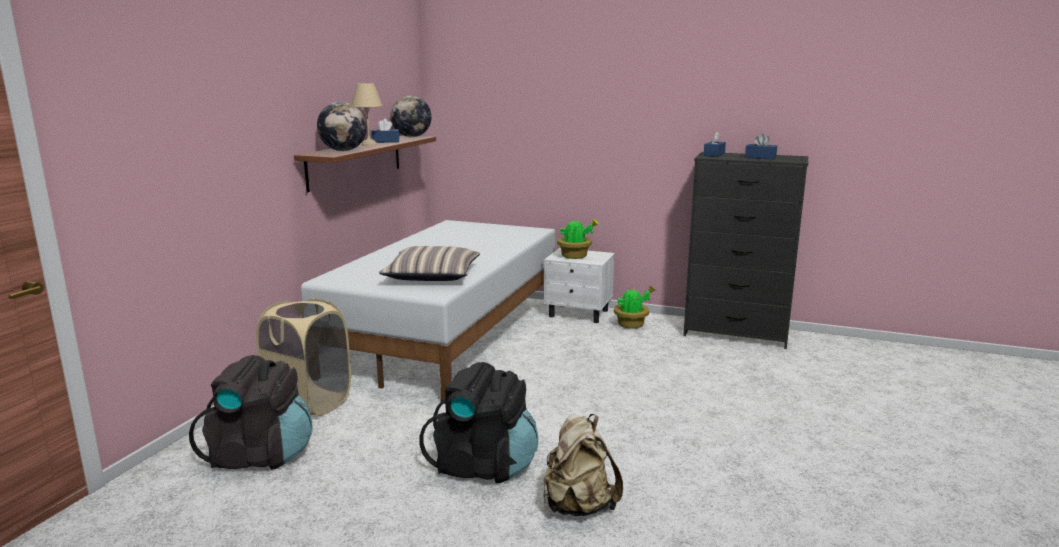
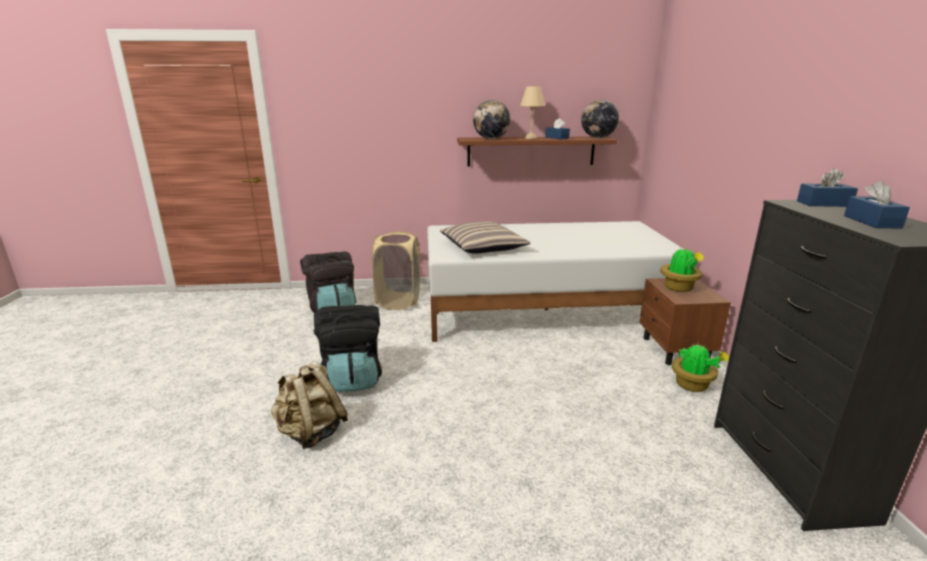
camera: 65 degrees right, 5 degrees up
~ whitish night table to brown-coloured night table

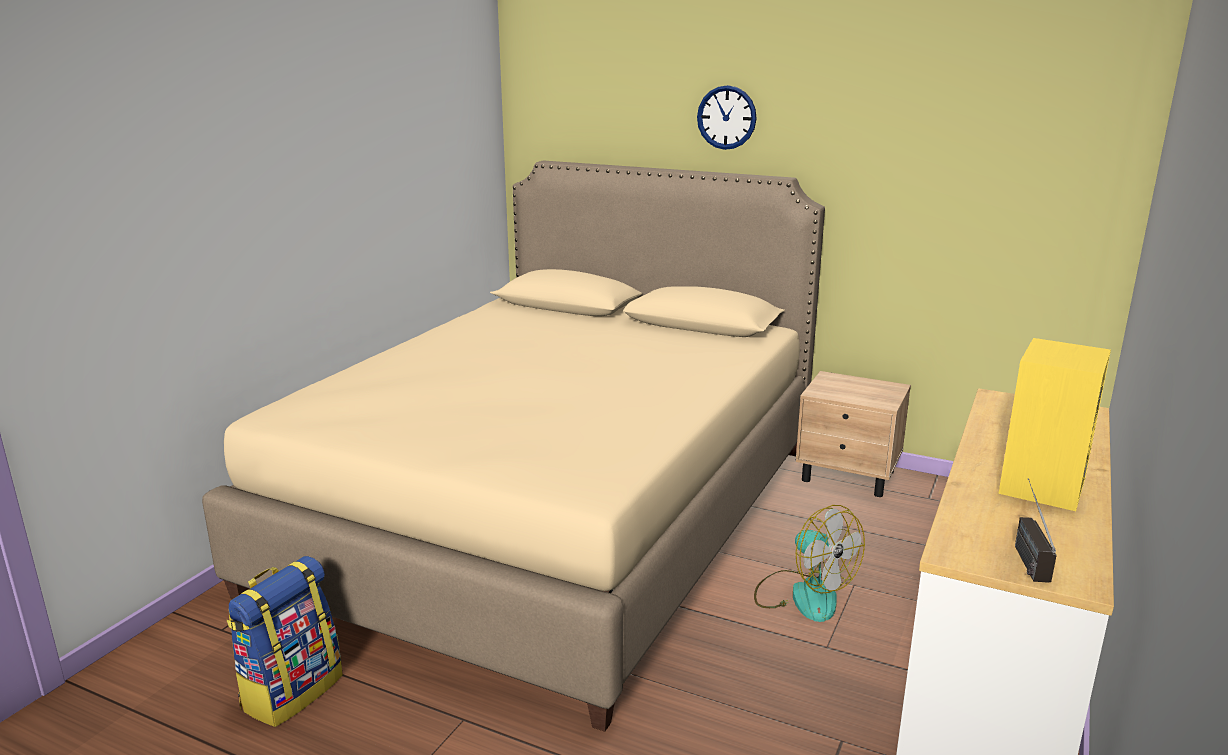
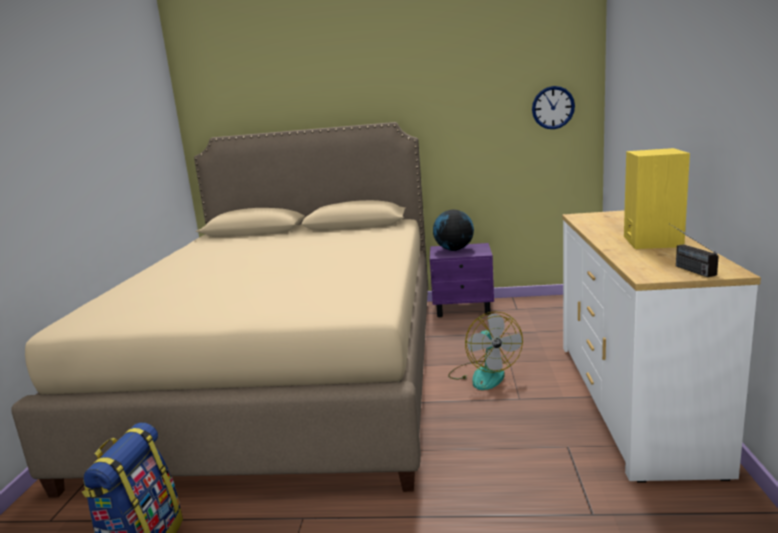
camera: 20 degrees left, 5 degrees down
~ beige night table to purple night table
+ desk globe
~ fan 45 degrees clockwise
~ hanging clock

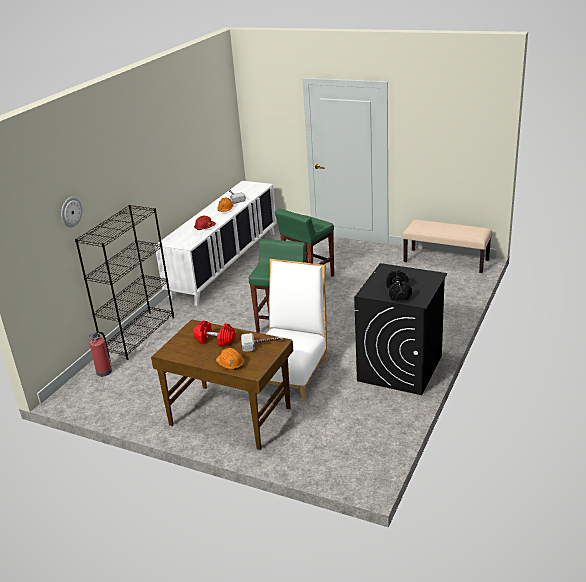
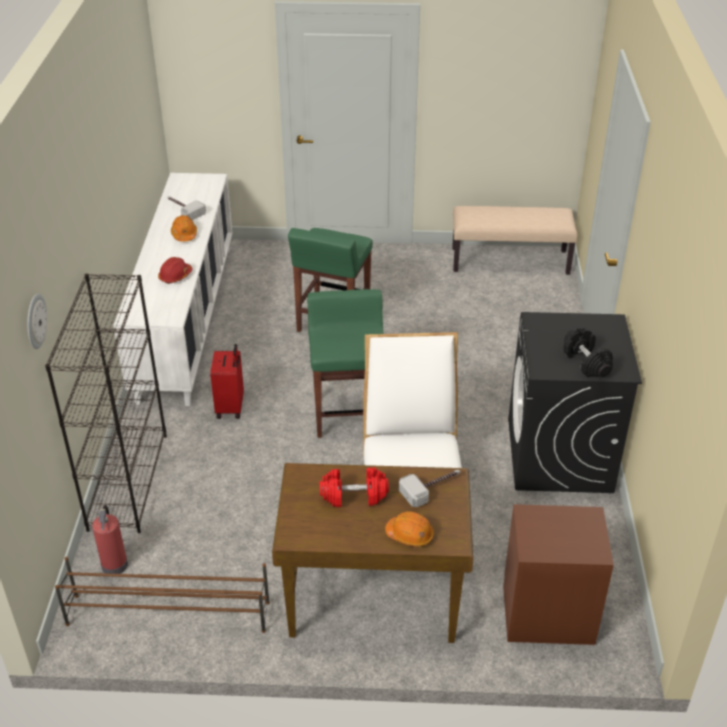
camera: 25 degrees left, 10 degrees up
+ brown-coloured shoe shelf
+ red-coloured piece of luggage
+ brown-coloured night table

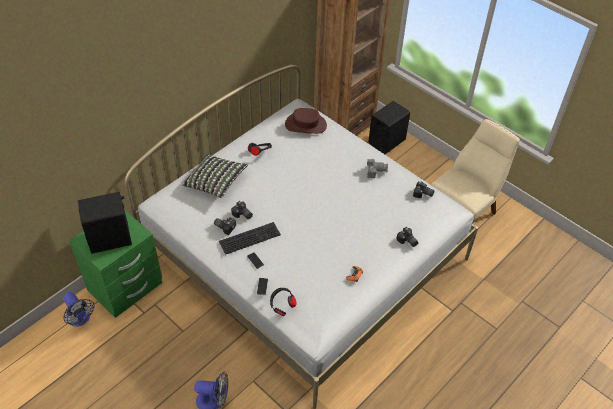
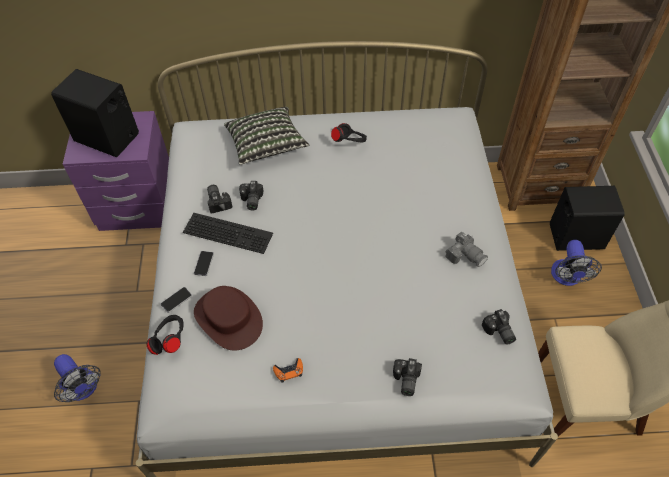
camera: 45 degrees right, 5 degrees up
~ greenish night table to purple night table
~ brown-coloured hat
~ fan (no. 1 from left in the first image) to fan (no. 2 from left)

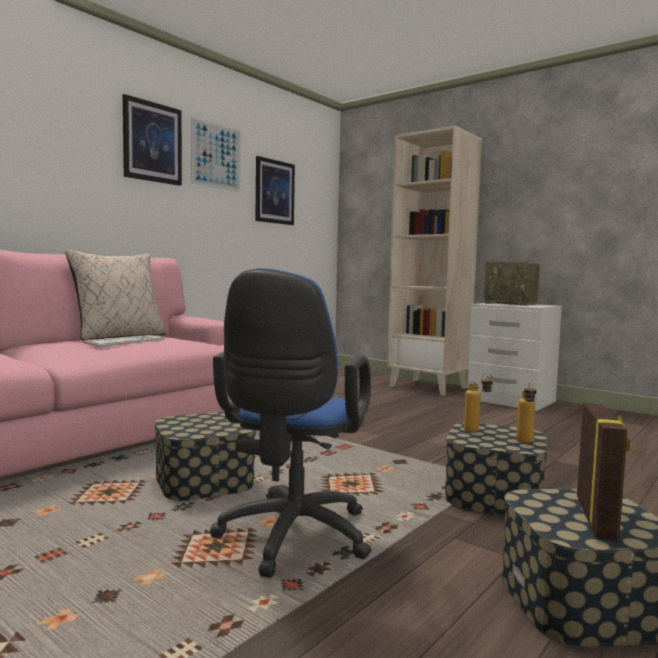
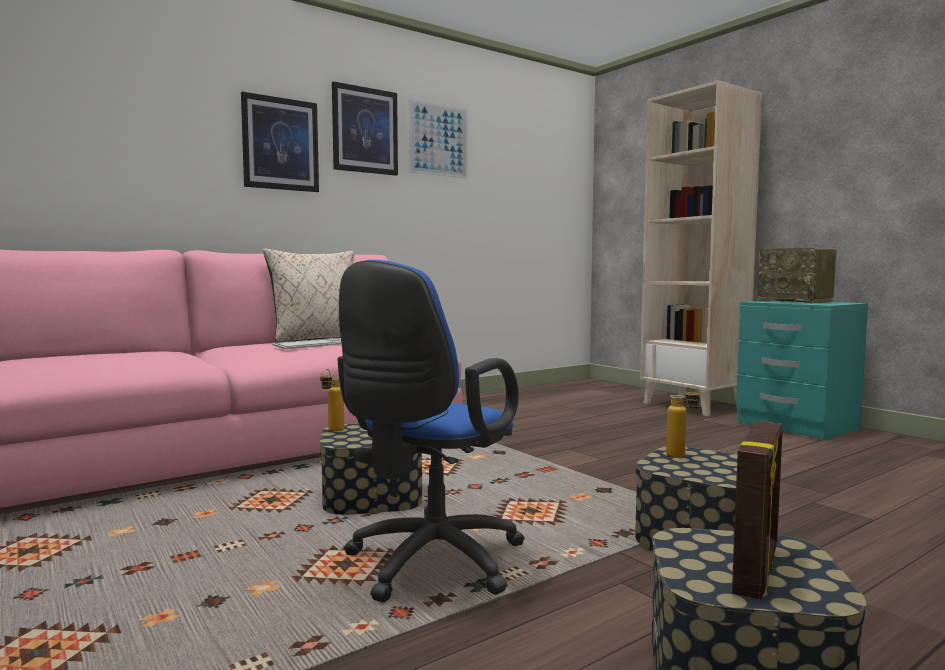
camera: 15 degrees right, 0 degrees up
~ wall art (no. 3 from left in the first image) to wall art (no. 1 from left)
~ drink bottle (no. 2 from left in the first image) to drink bottle (no. 1 from left)
~ whitish night table to blue-green night table

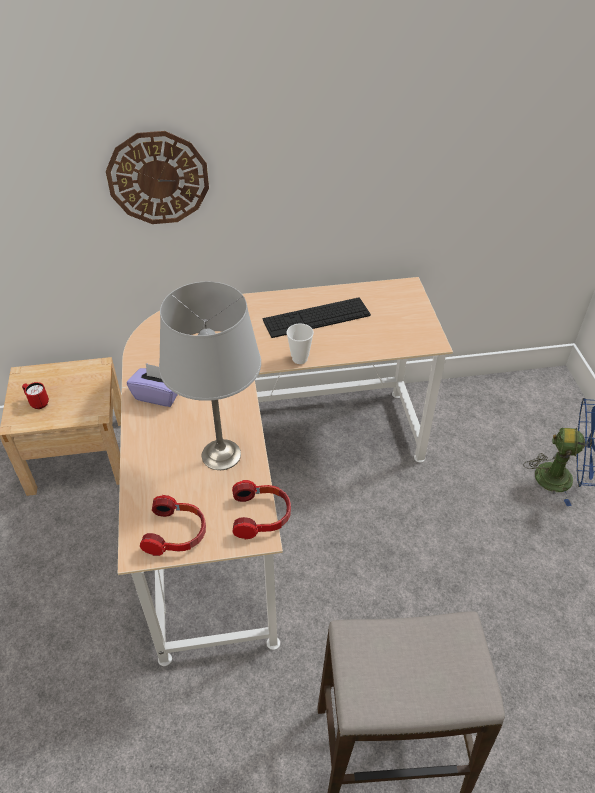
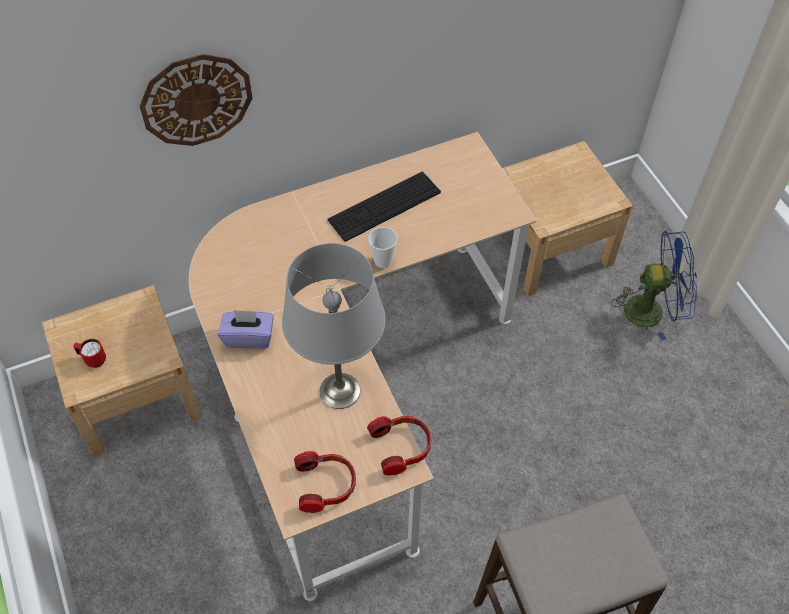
camera: 15 degrees left, 10 degrees up
+ beige night table (no. 2 from left)

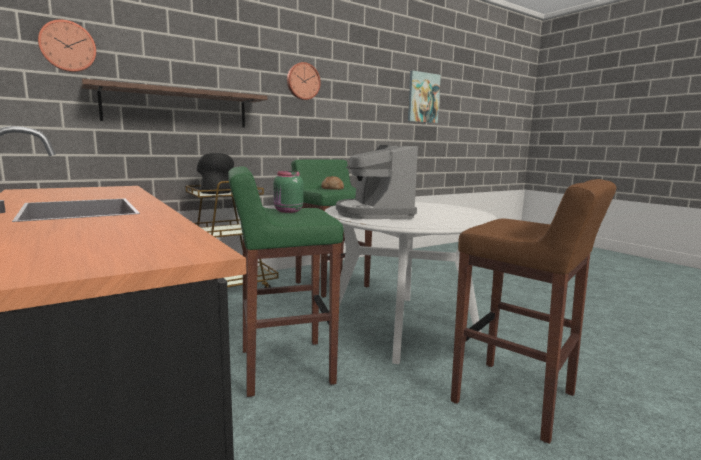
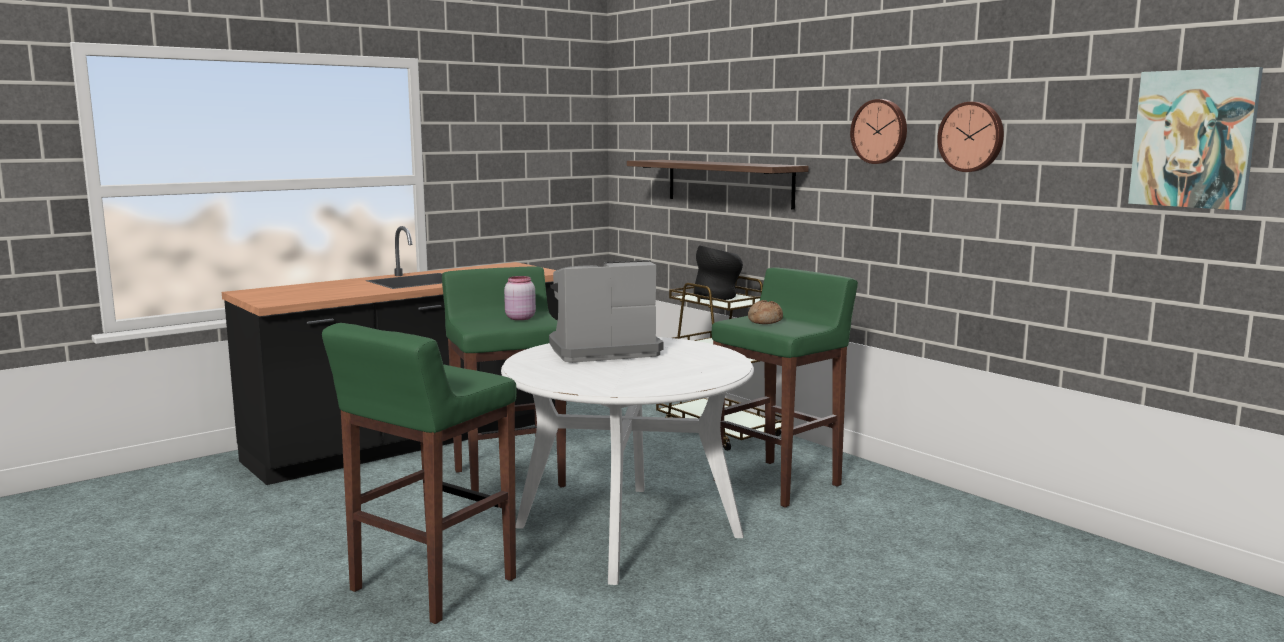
camera: 85 degrees right, 0 degrees up
~ brown-coloured stool seat to greenish stool seat (no. 1 from left)
~ greenish jar to pink-coloured jar
~ hanging clock (no. 1 from left in the first image) to hanging clock (no. 2 from left)

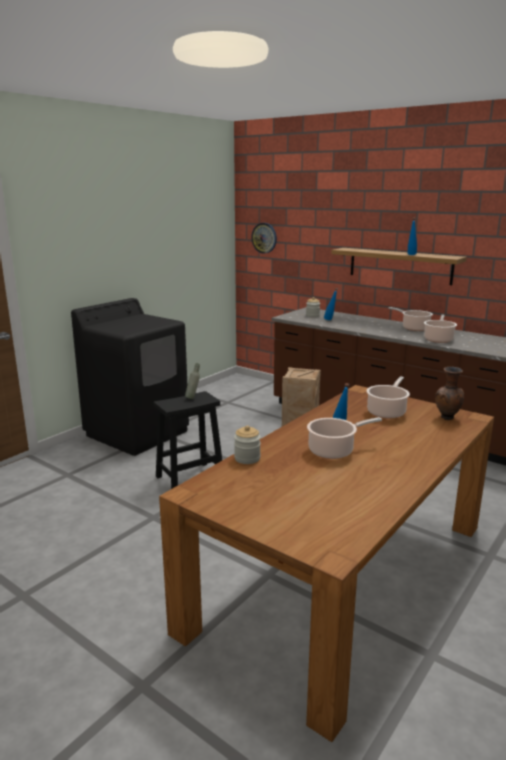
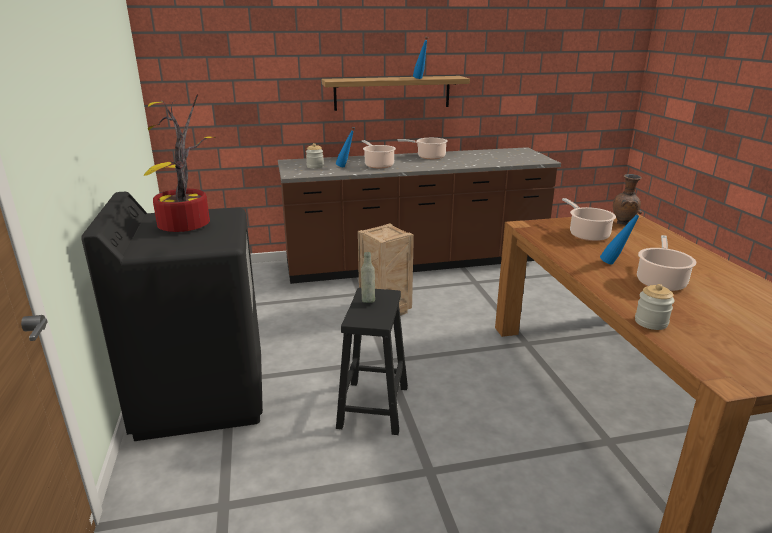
camera: 50 degrees left, 5 degrees up
+ plant in a pot
~ saucepot (no. 4 from left in the first image) to saucepot (no. 1 from left)
- hanging clock

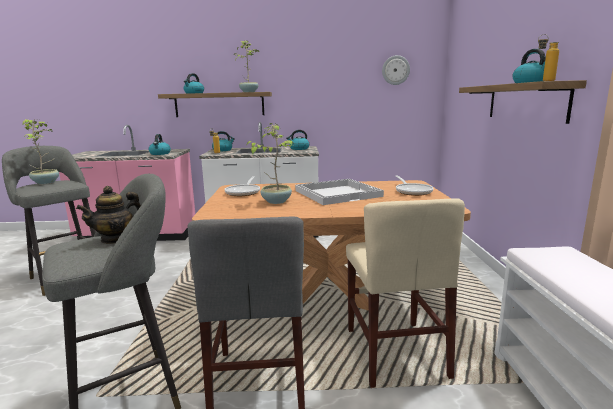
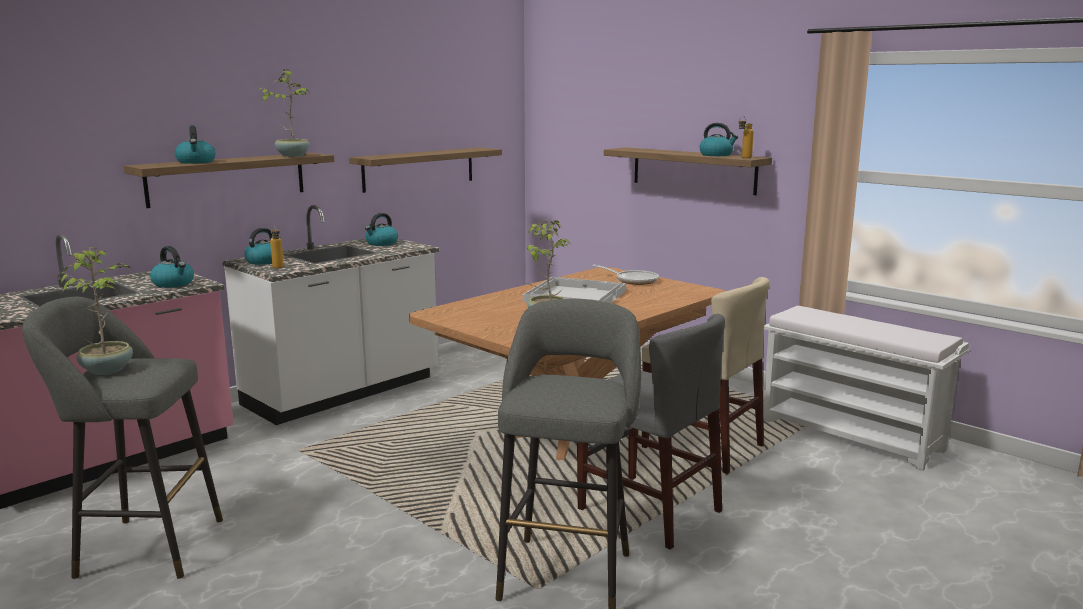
camera: 45 degrees left, 0 degrees up
+ bracket shelf (no. 2 from left)
- teapot
- pan (no. 1 from left)
- hanging clock

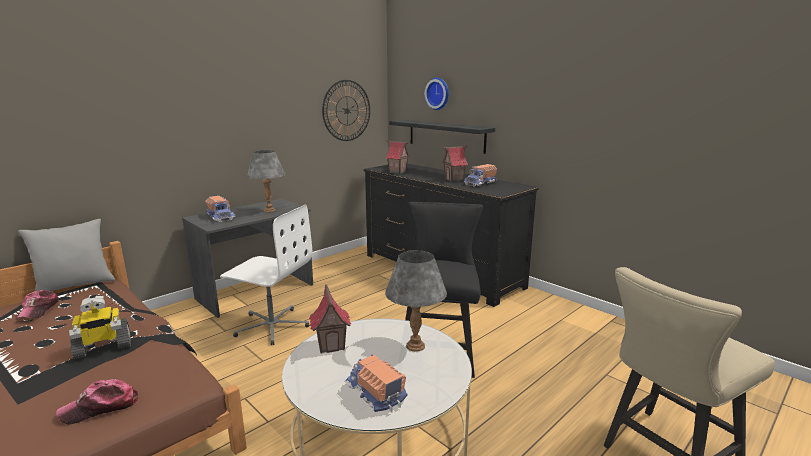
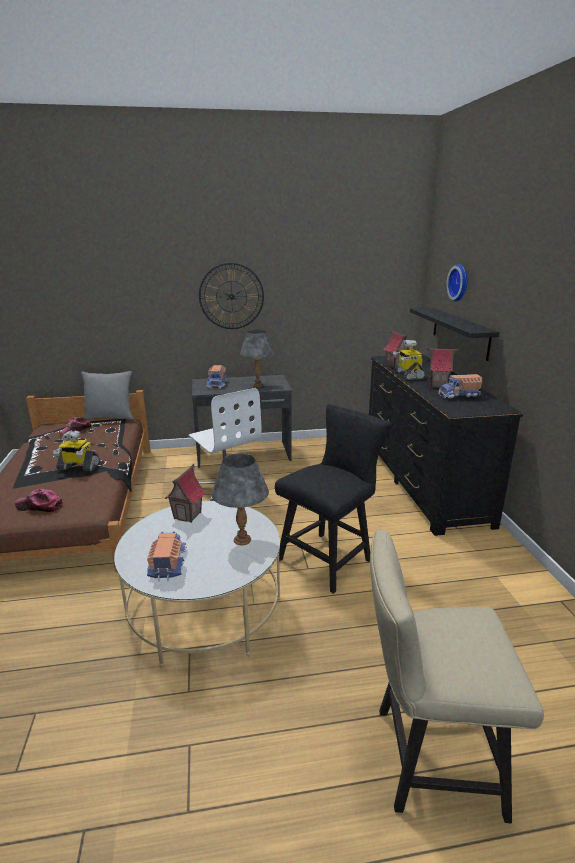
camera: 35 degrees right, 5 degrees up
~ hanging clock (no. 1 from left)
+ model robot (no. 2 from left)

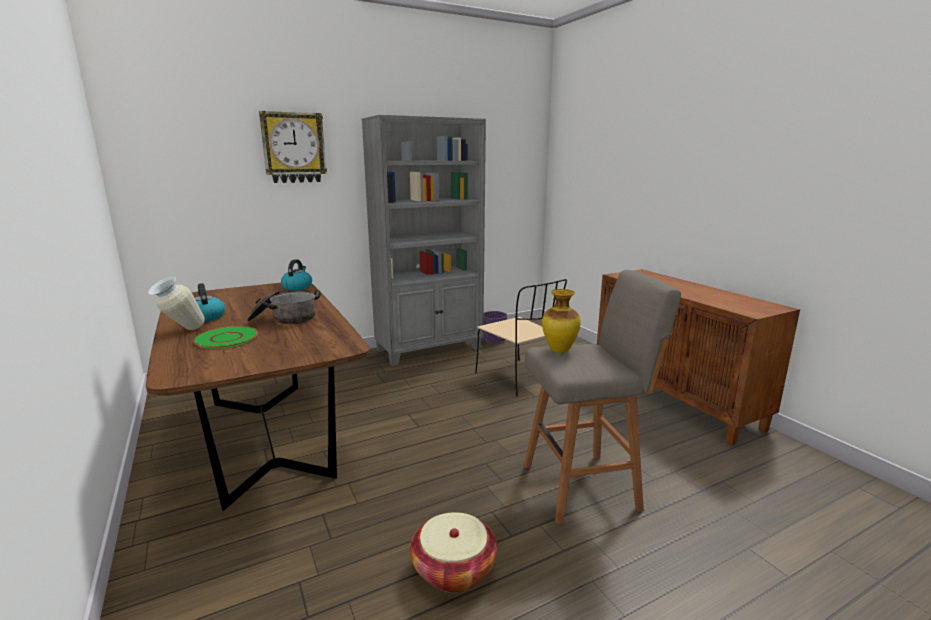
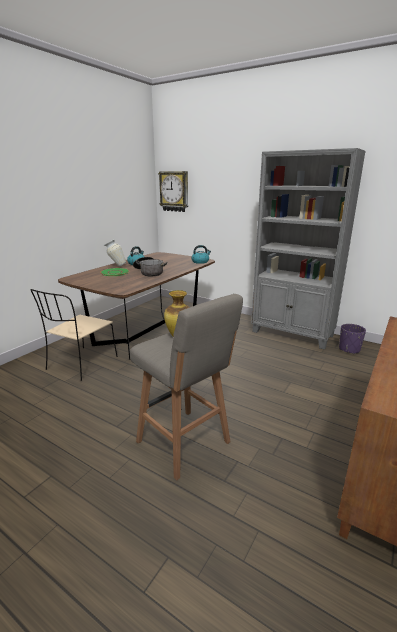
camera: 60 degrees right, 5 degrees up
~ beige plain chair
~ hanging clock
- storage basket

